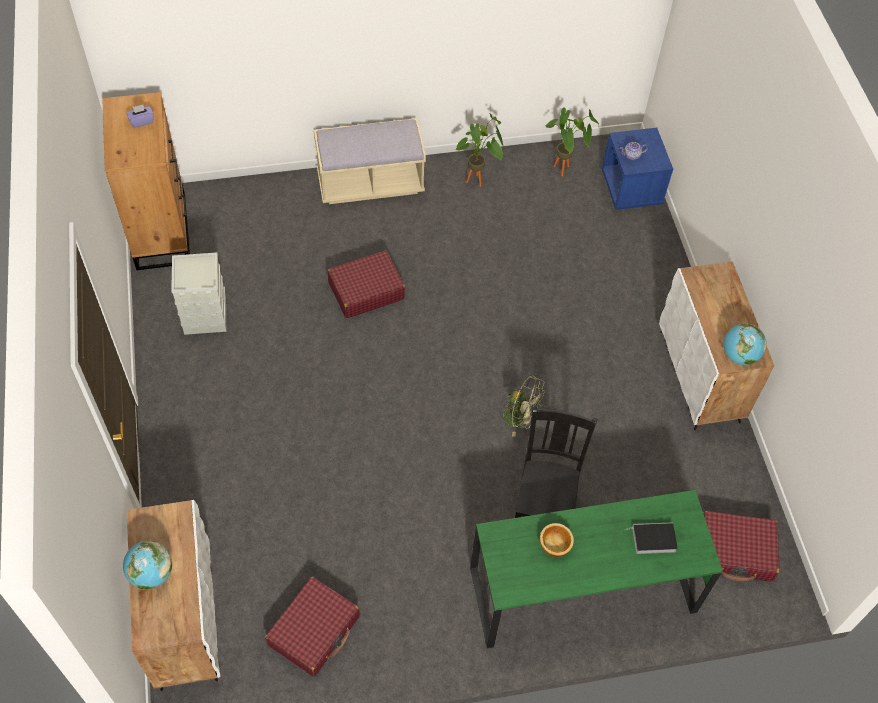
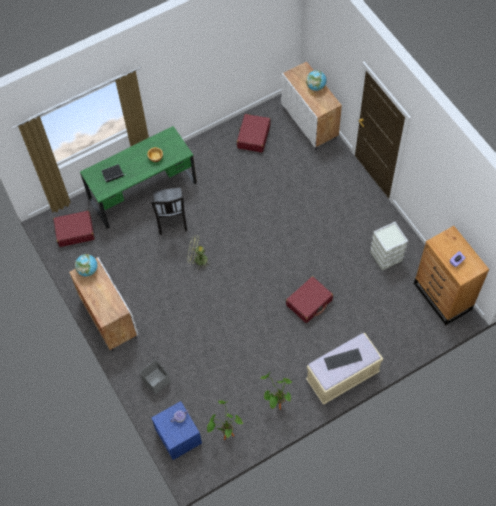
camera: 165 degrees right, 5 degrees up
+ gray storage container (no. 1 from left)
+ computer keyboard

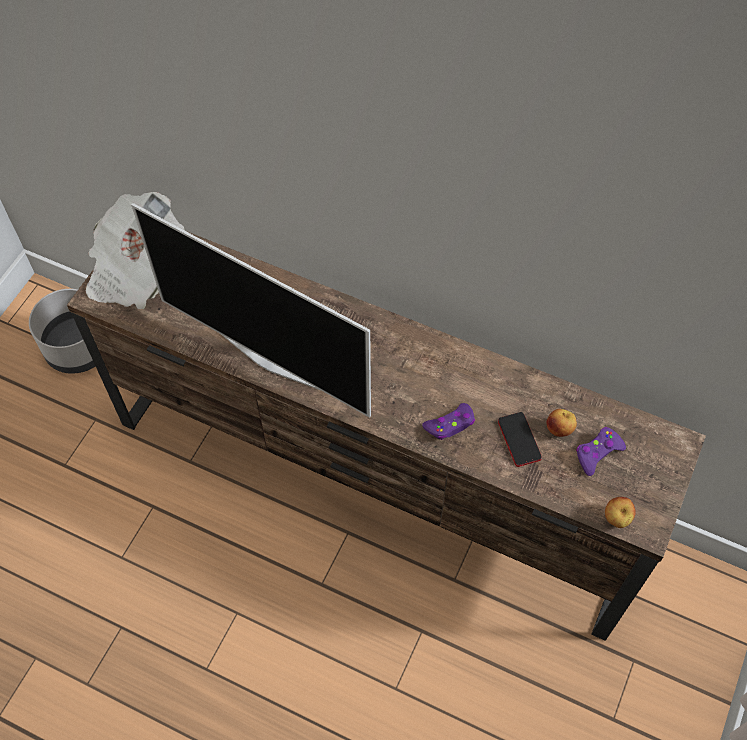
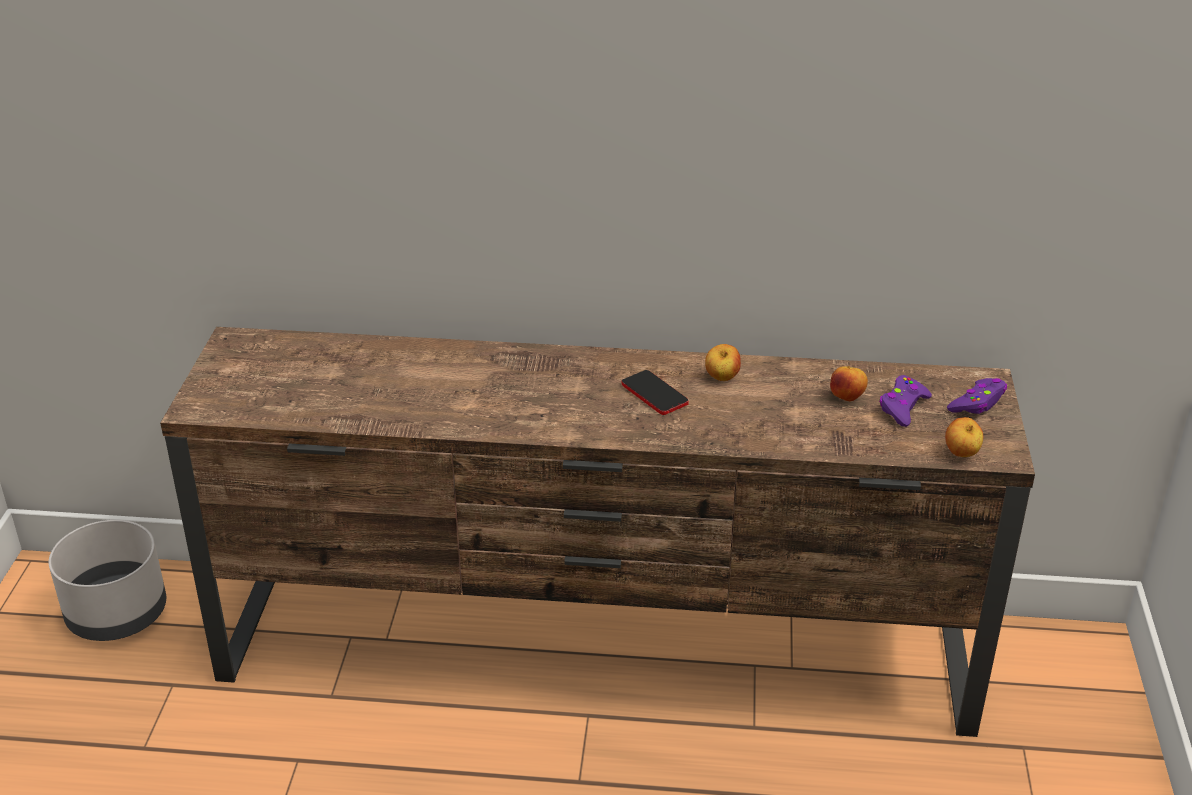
camera: 20 degrees left, 25 degrees down
~ handset
+ apple (no. 1 from left)
~ purple game controller (no. 1 from left in the first image) to purple game controller (no. 2 from left)
- daily paper
- TV

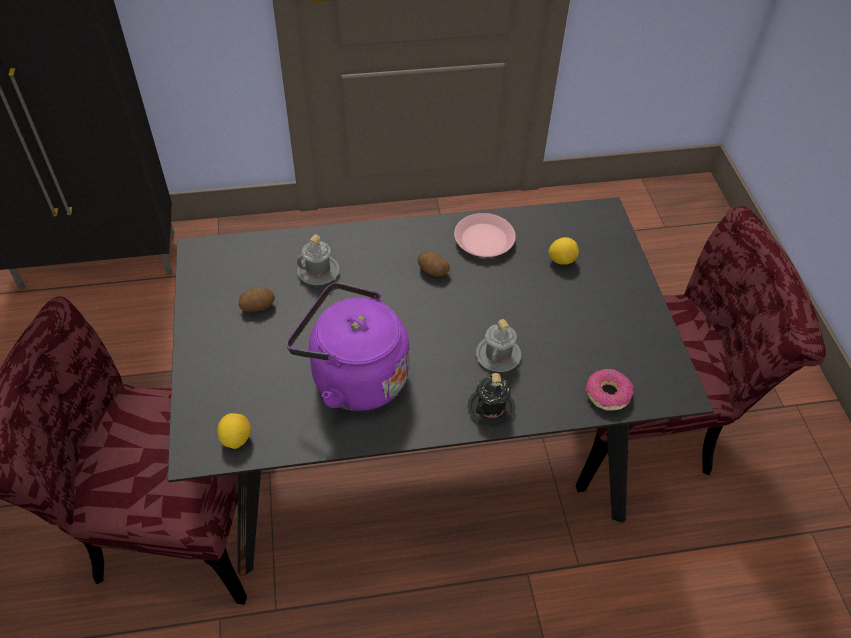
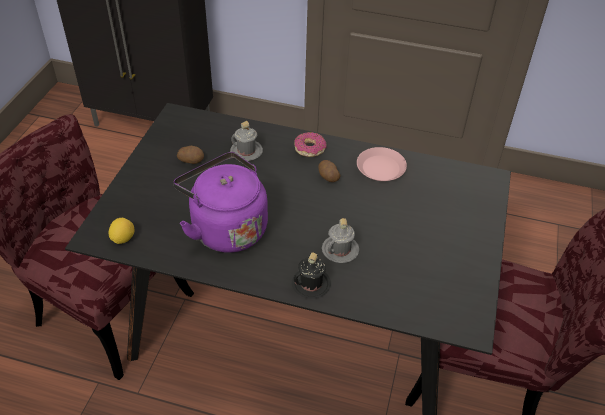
camera: 25 degrees right, 5 degrees down
~ ring doughnut
- citrus fruit (no. 2 from left)

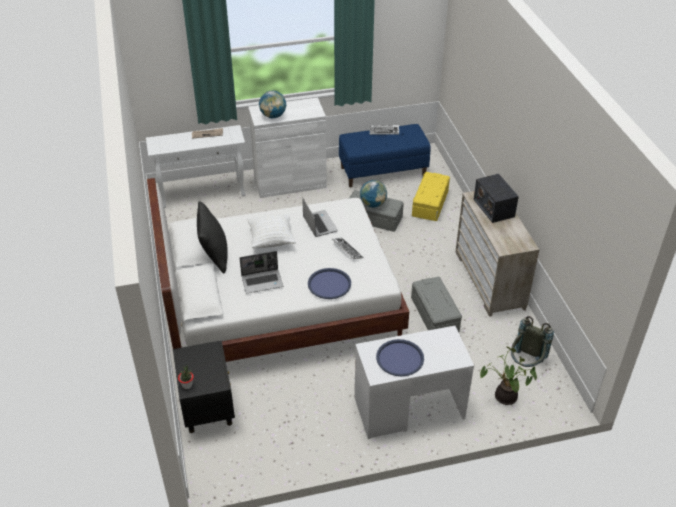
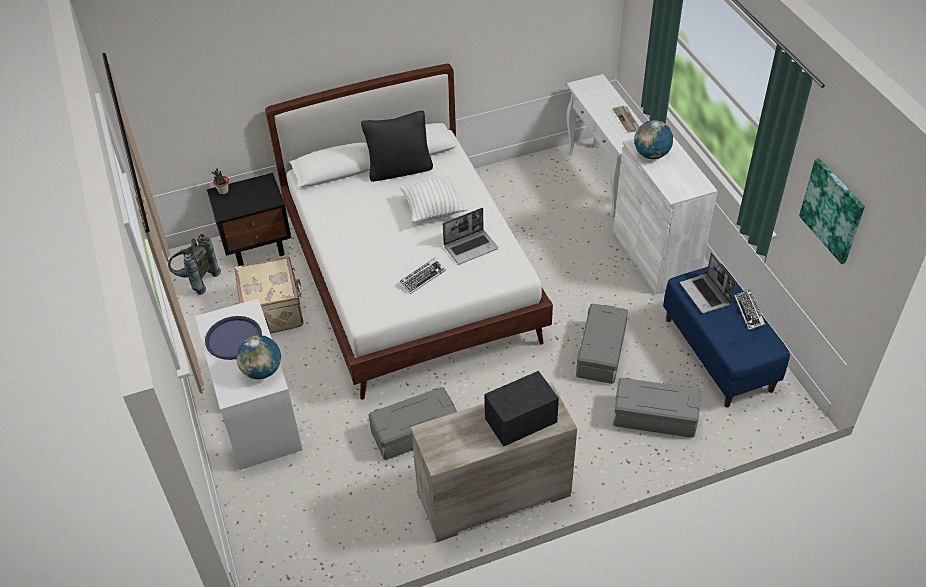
camera: 85 degrees right, 5 degrees up
~ gray rucksack
+ beige piece of luggage
~ desk globe (no. 2 from left in the first image) to desk globe (no. 1 from left)
~ yellow-coloured storage container to gray storage container (no. 3 from left)
~ notebook computer (no. 1 from left in the first image) to notebook computer (no. 2 from left)
+ wall art
- bluish carrying tray (no. 1 from left)
- plant in a pot (no. 2 from left)

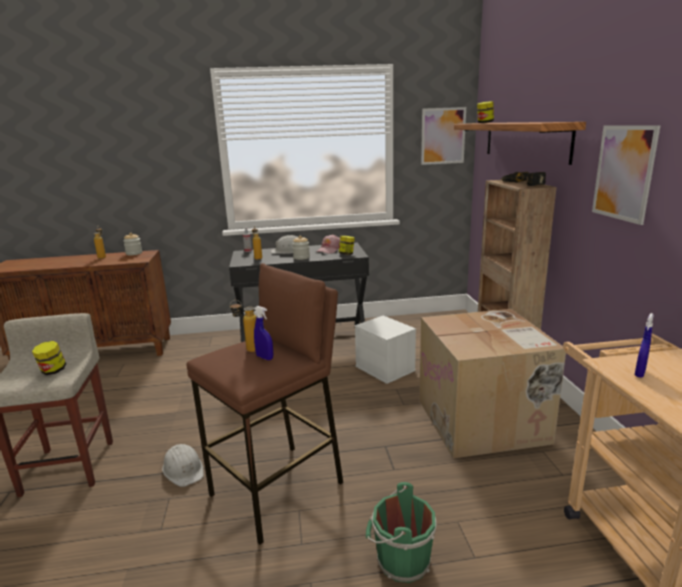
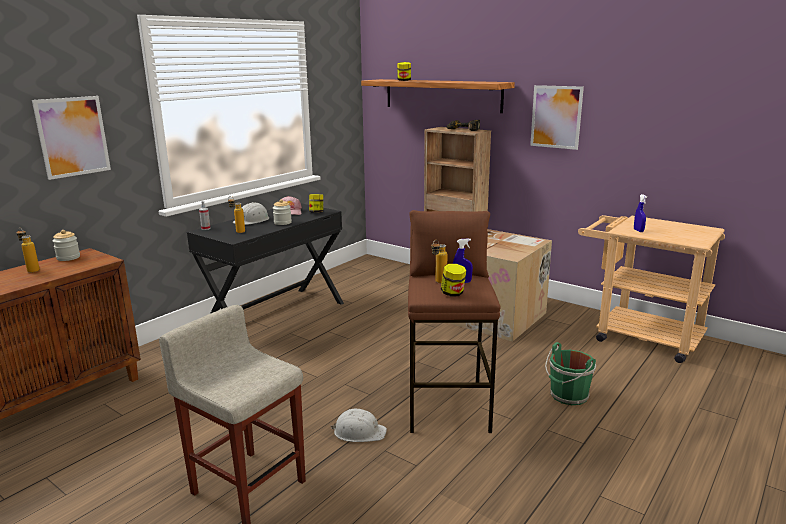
camera: 45 degrees left, 0 degrees up
~ wall art (no. 1 from left)
~ jar (no. 1 from left in the first image) to jar (no. 5 from left)
- whitish storage container

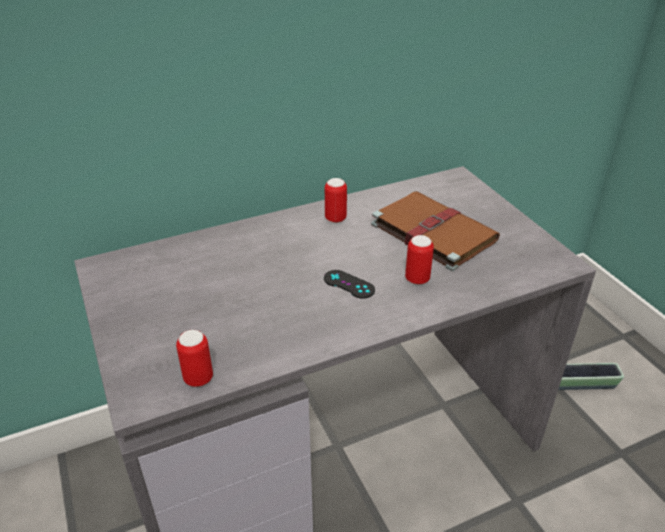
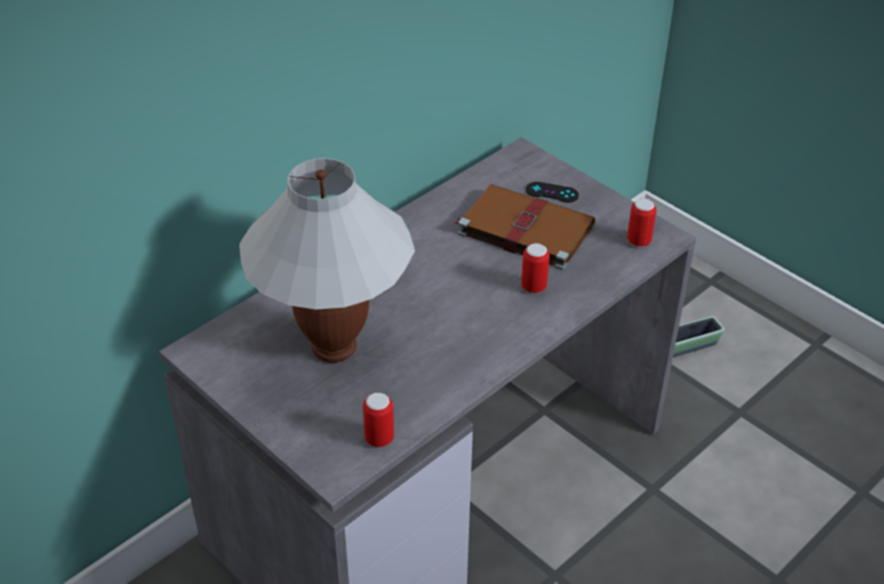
camera: 20 degrees left, 5 degrees up
+ whitish tabletop lamp
~ blackish game controller
~ can (no. 2 from left in the first image) to can (no. 3 from left)

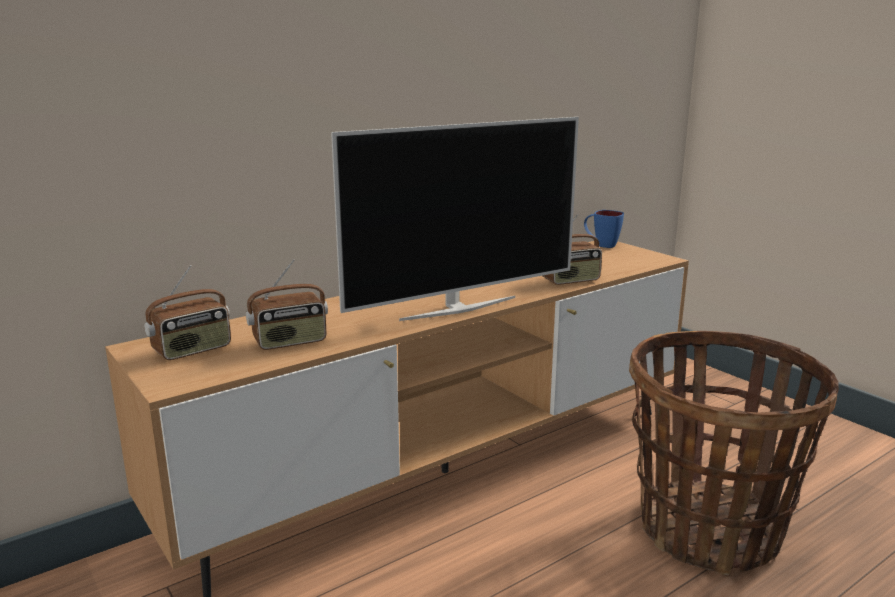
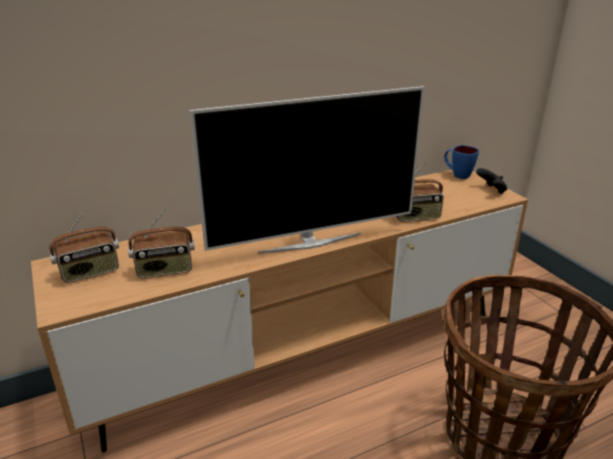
camera: 10 degrees right, 10 degrees up
+ blackish game controller

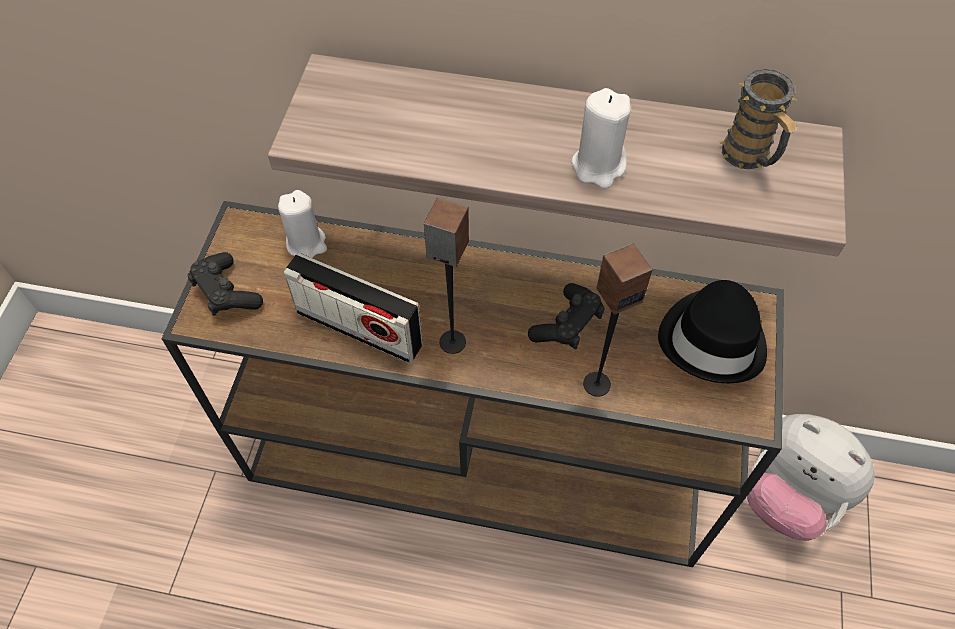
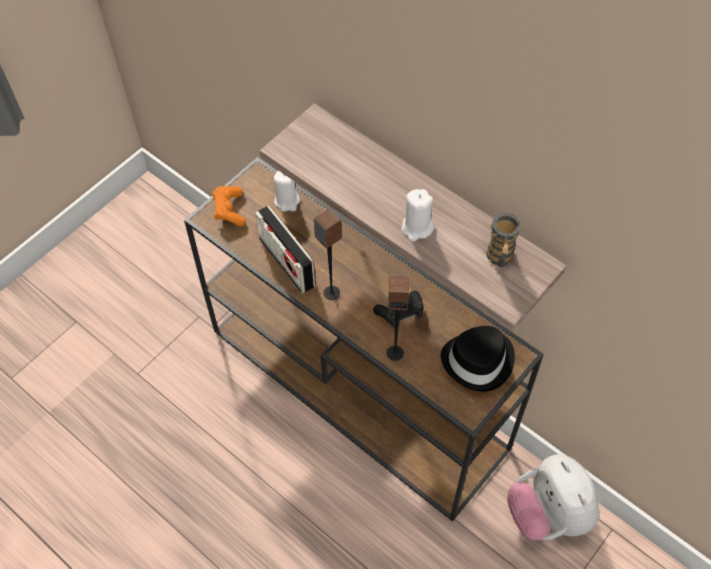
camera: 30 degrees right, 0 degrees up
~ blackish game controller (no. 1 from left) to orange-coloured game controller

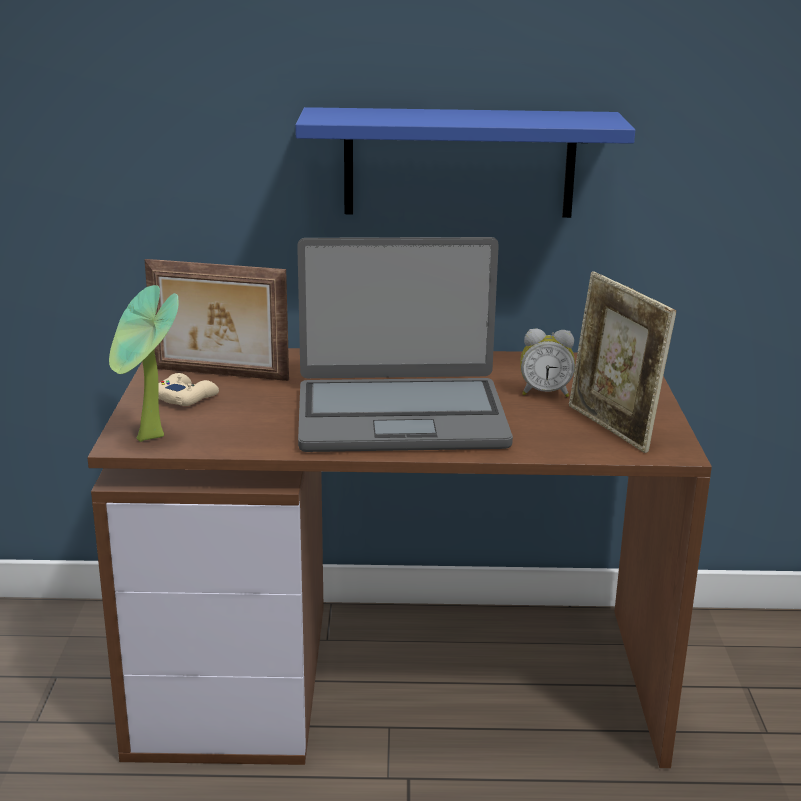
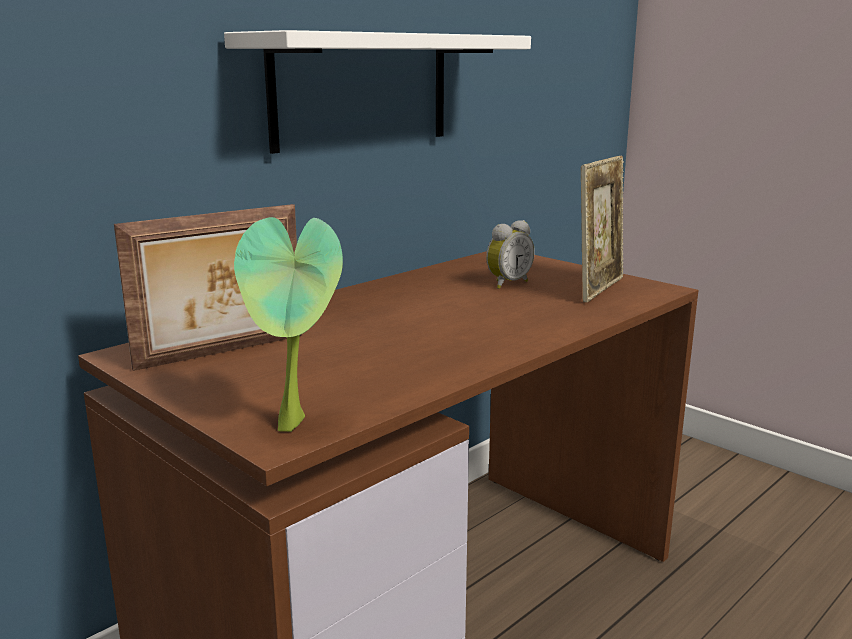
camera: 45 degrees left, 5 degrees down
~ bluish bracket shelf to whitish bracket shelf
~ photo frame (no. 2 from left) 75 degrees counterclockwise
- beige game controller
- notebook computer

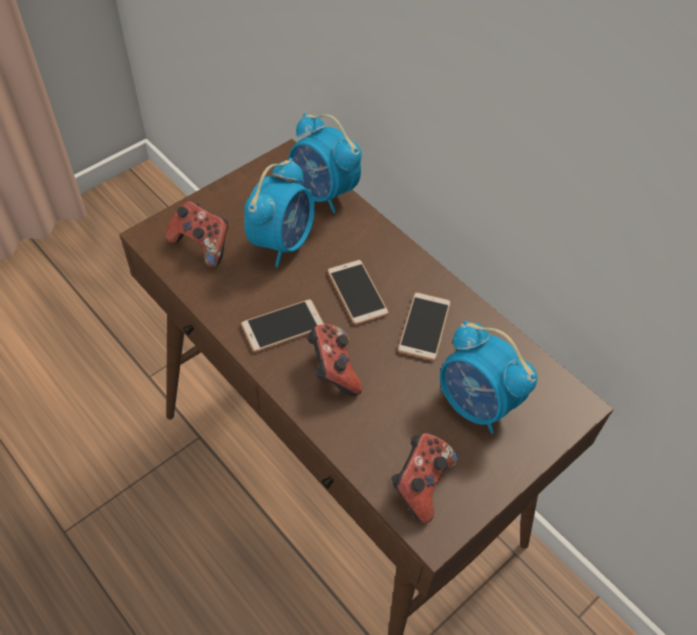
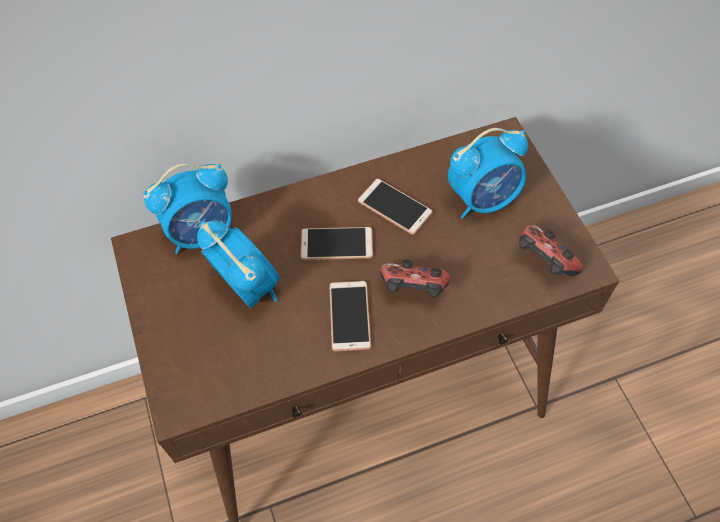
camera: 65 degrees left, 5 degrees up
- game controller (no. 1 from left)

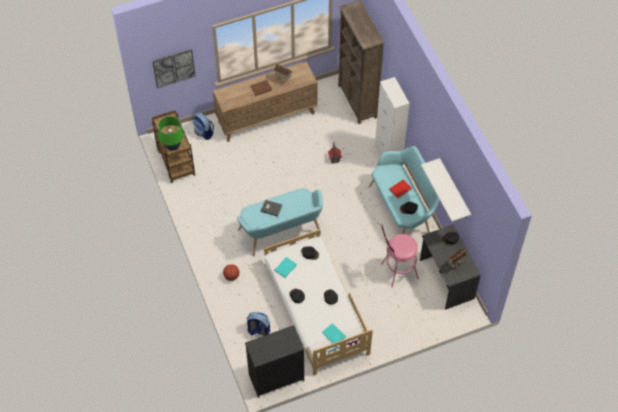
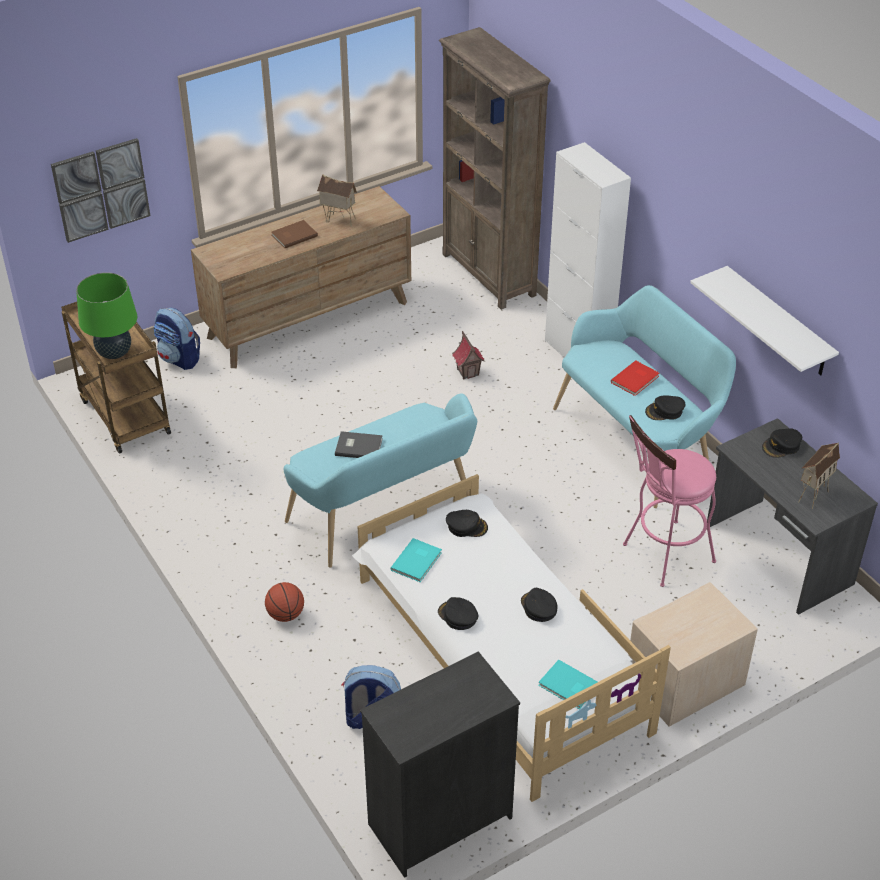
camera: 10 degrees left, 15 degrees down
+ beige night table

